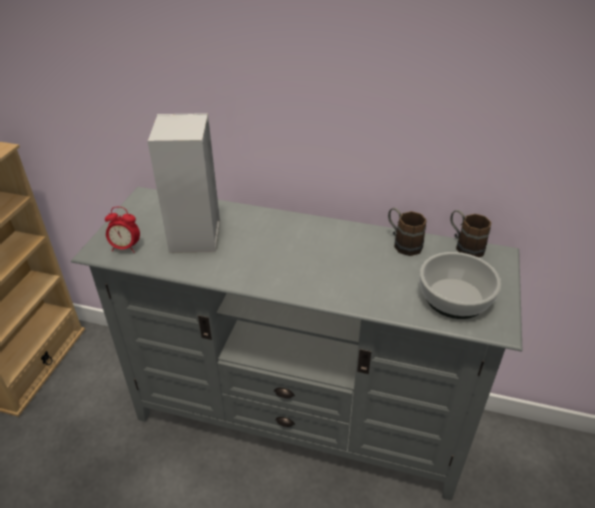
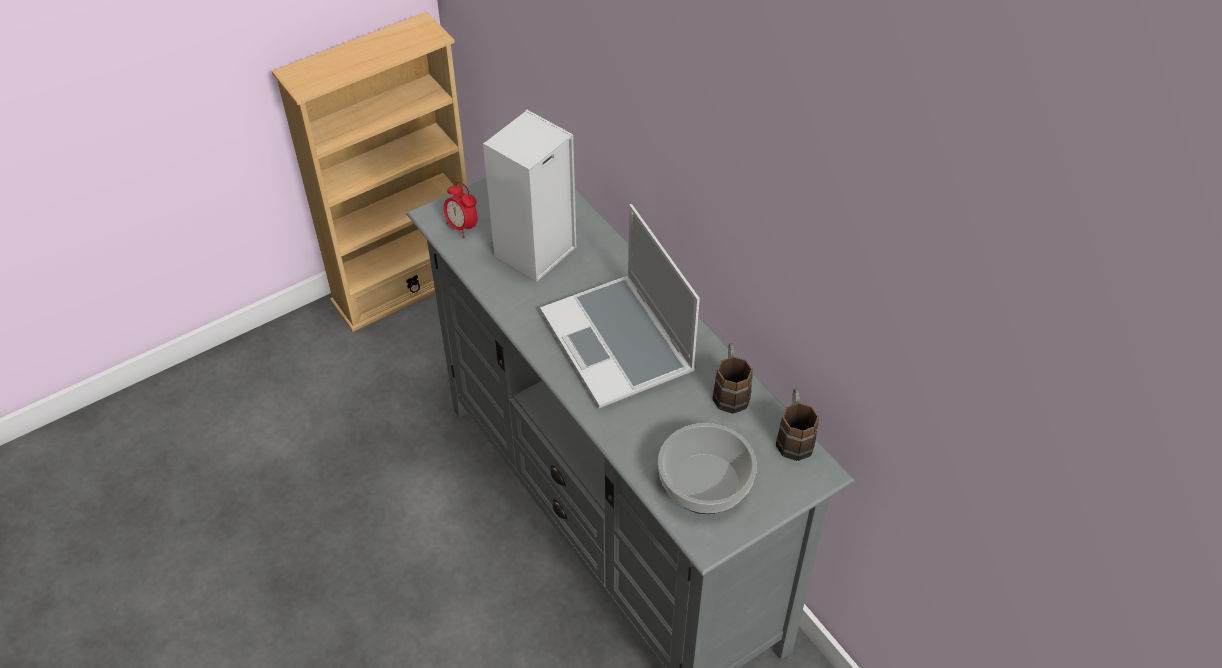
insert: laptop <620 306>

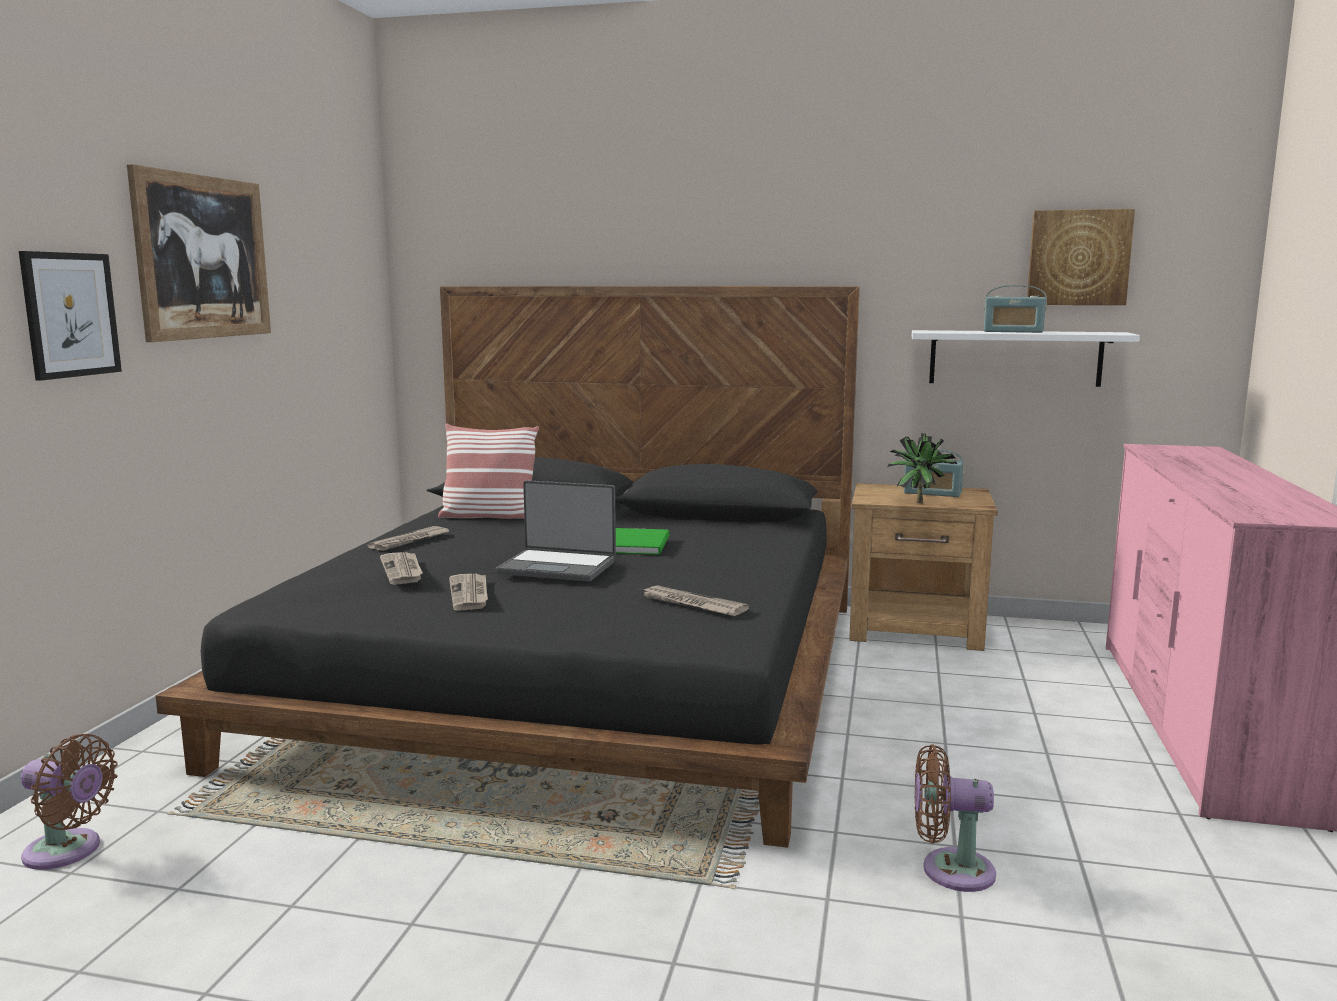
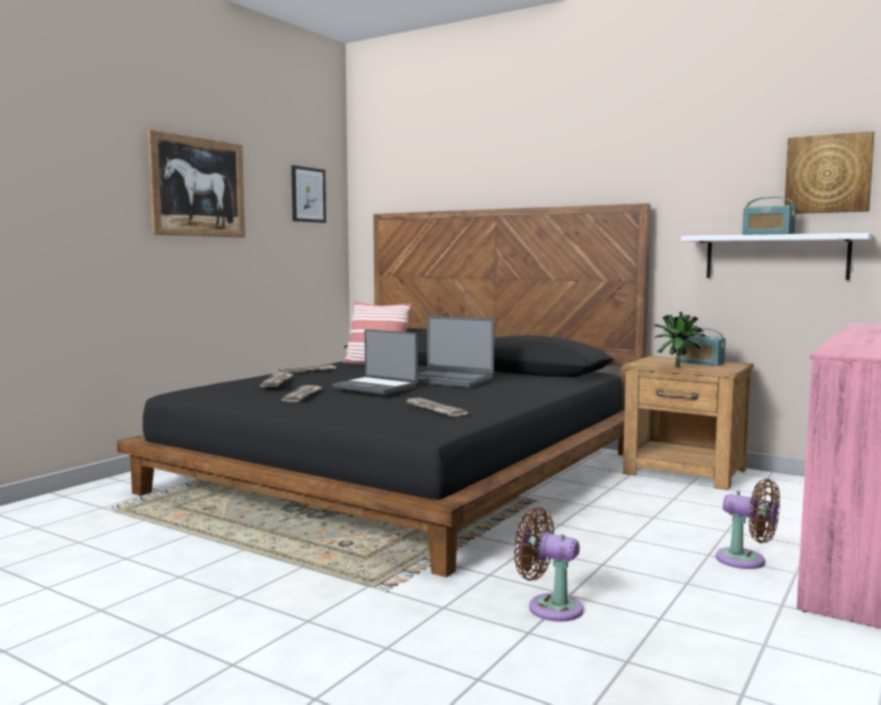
move: picture <70 316> to <308 194>; fan (brown) <69 802> to <748 523>
replace: book (green) <643 541> to laptop <455 352>

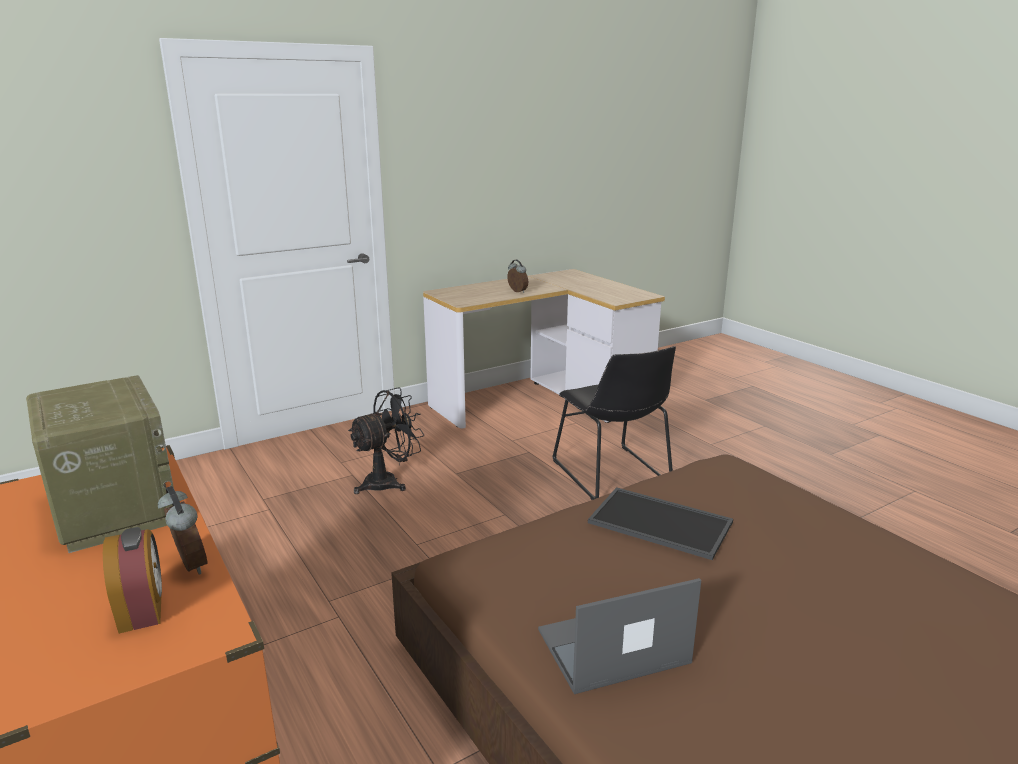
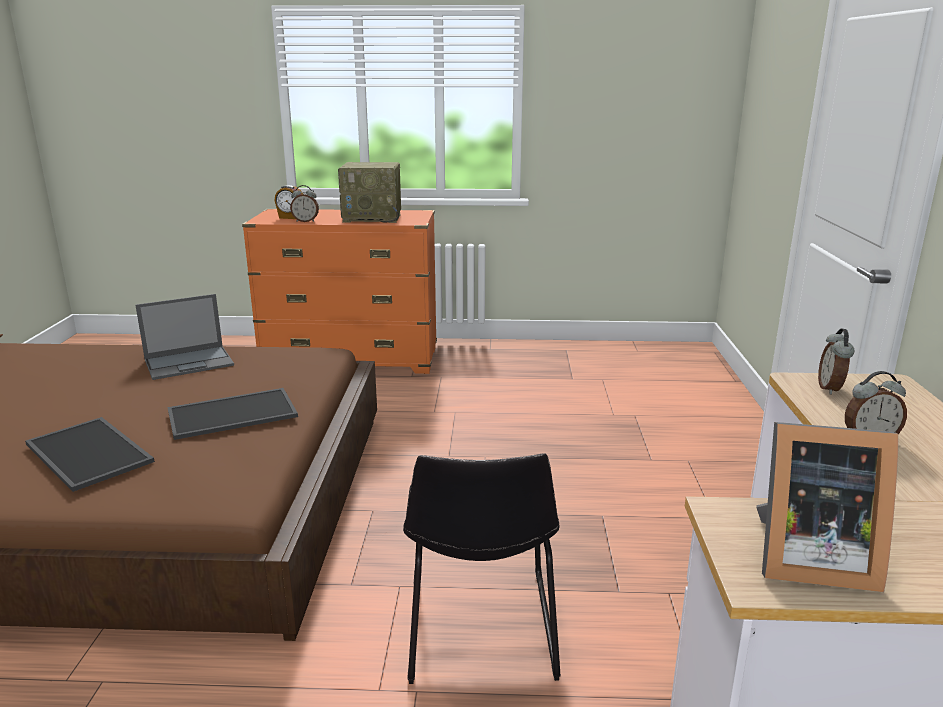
delete: fan (black) <386 440>
insert: tray <90 454>; picture frame <827 507>; alarm clock <836 361>
rotate: laptop <619 636> = <185 337> 45 degrees clockwise; chair (black) <614 423> = <482 569> 105 degrees counterclockwise

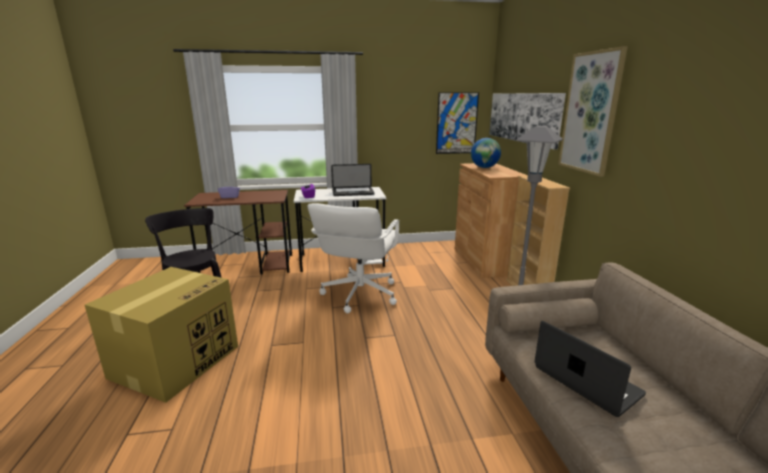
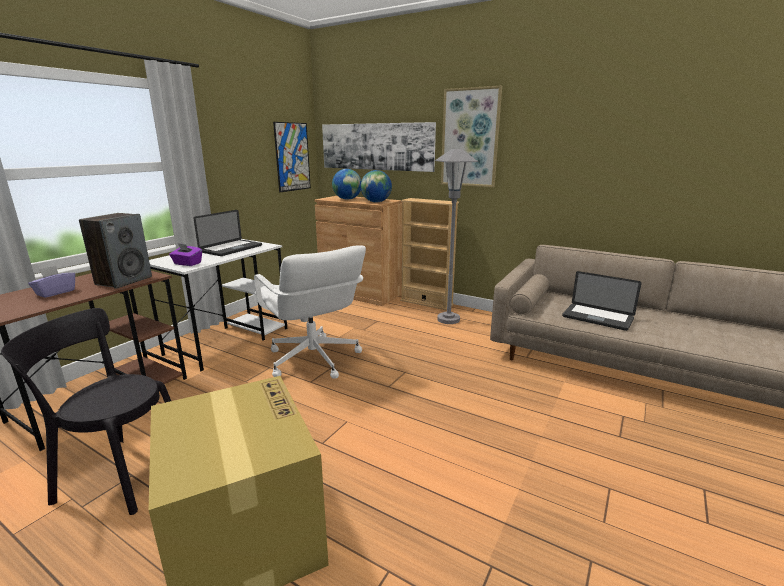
insert: speaker <115 251>; globe <376 186>
rotate: laptop <590 369> = <602 301> 150 degrees counterclockwise

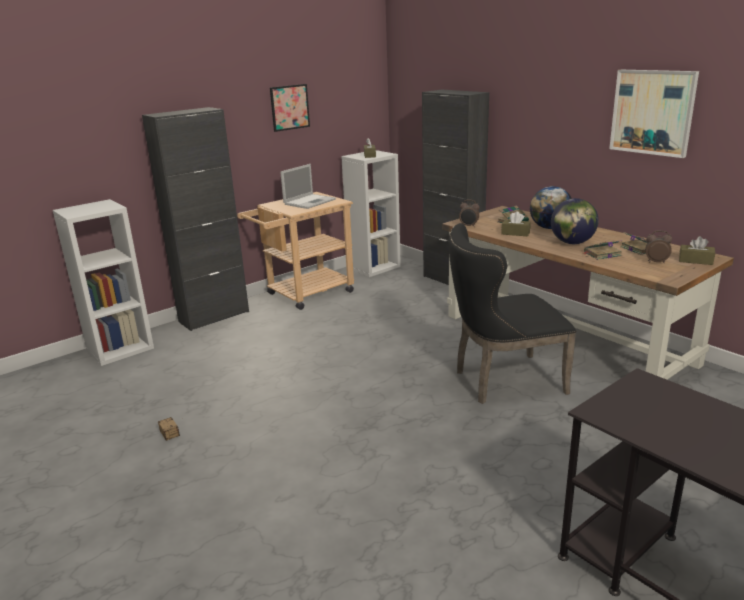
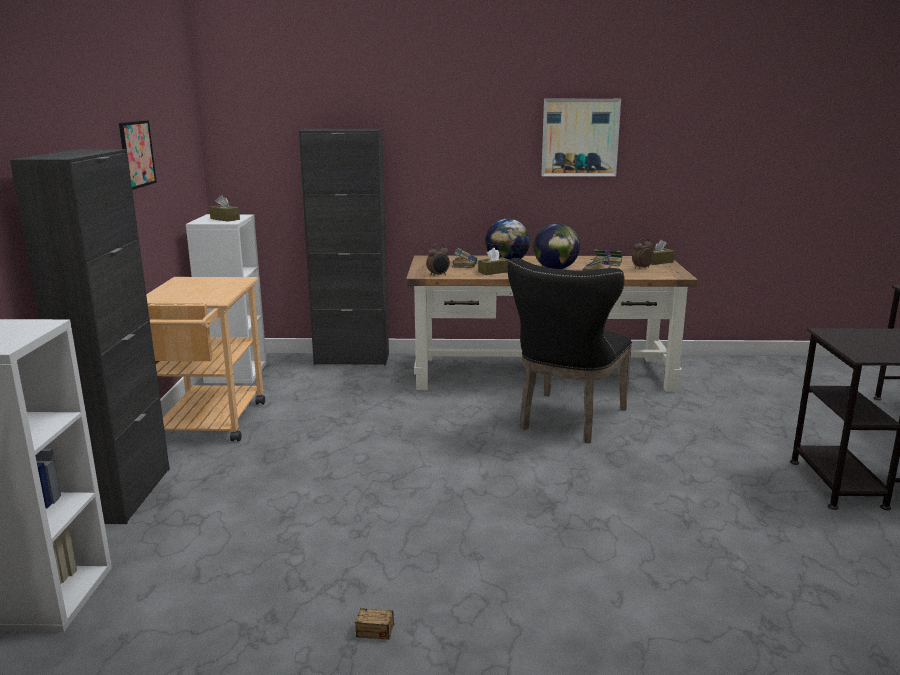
delete: laptop <308 186>

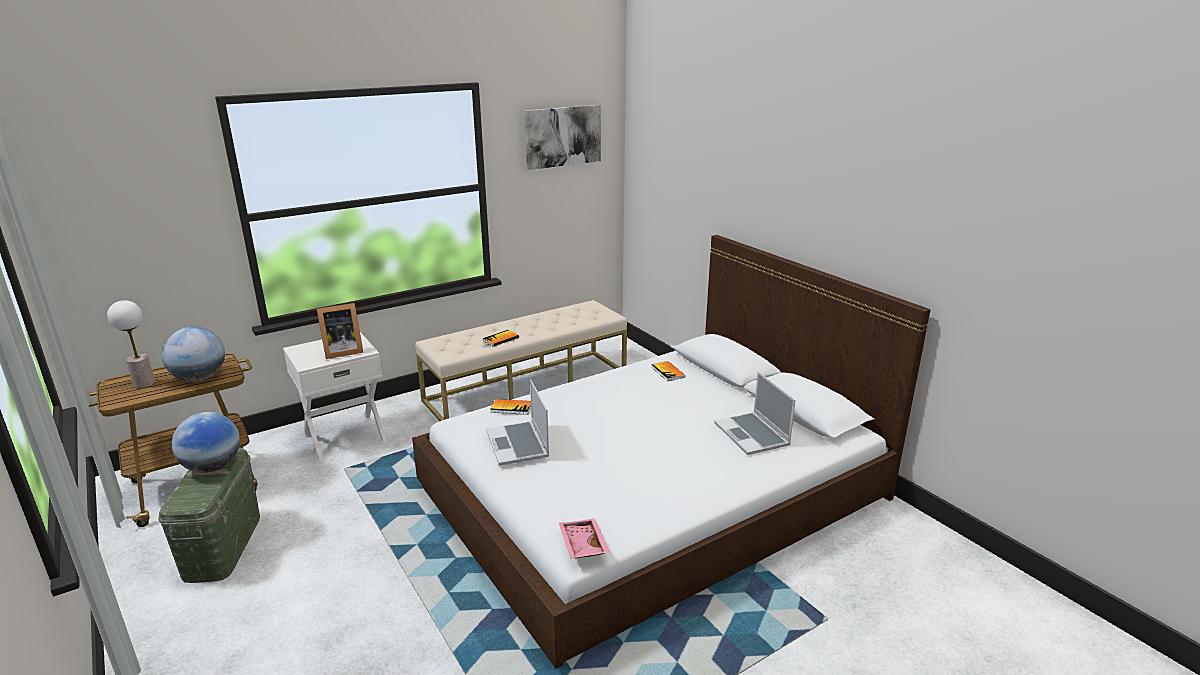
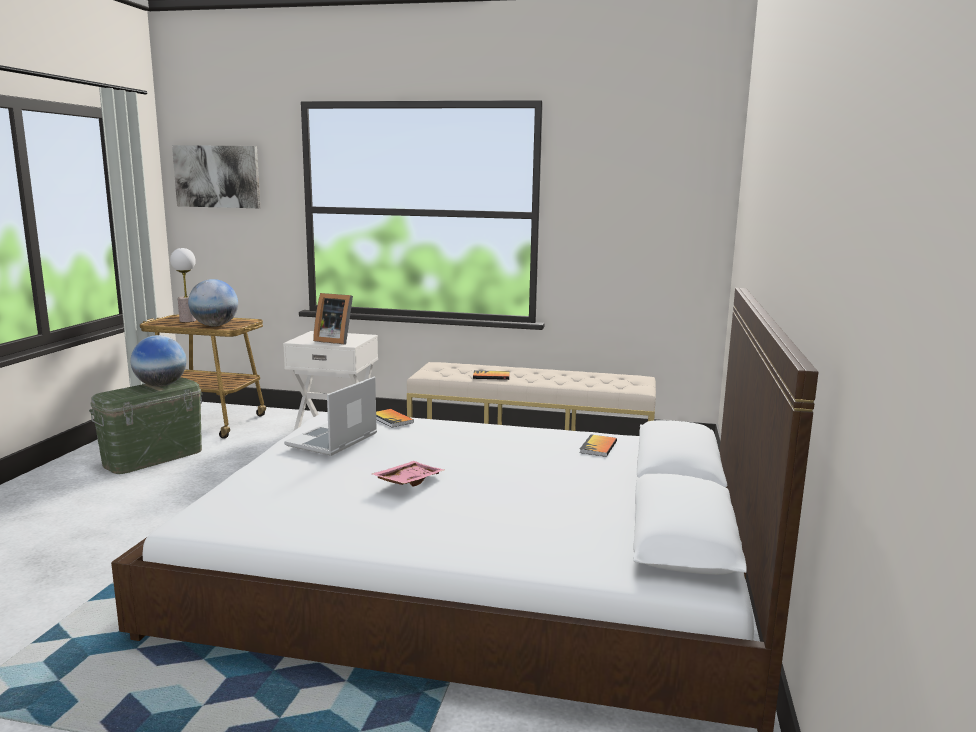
delete: laptop <755 413>
move: picture <562 137> to <216 176>; tray (pink) <584 538> to <408 474>

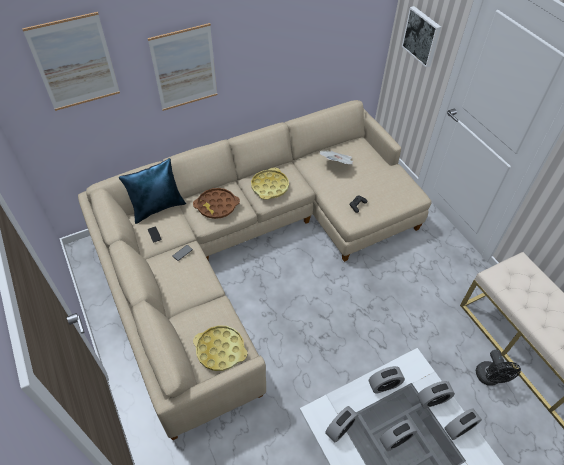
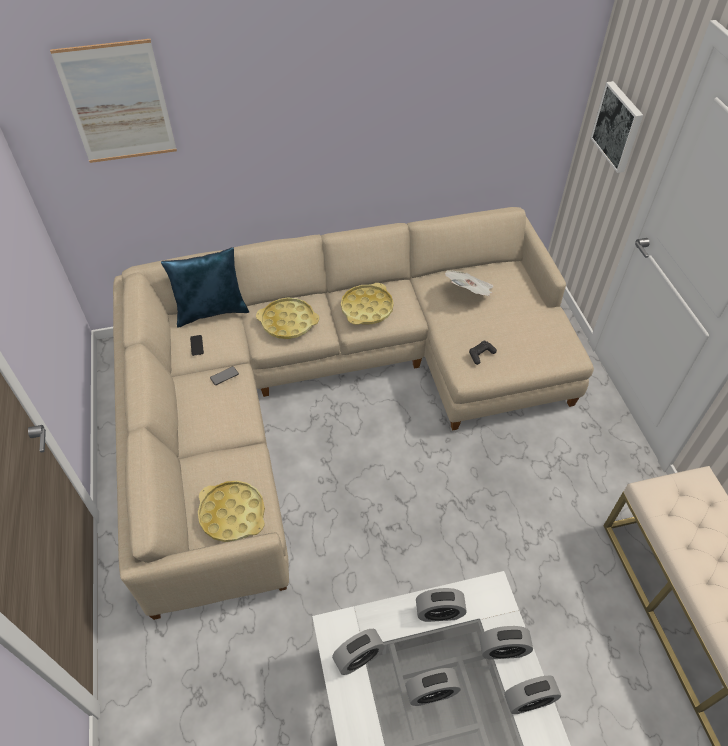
delete: picture <182 67>; fan (black) <498 368>
recolor: tray (brown) <216 203> to tray (yellow) <287 318>

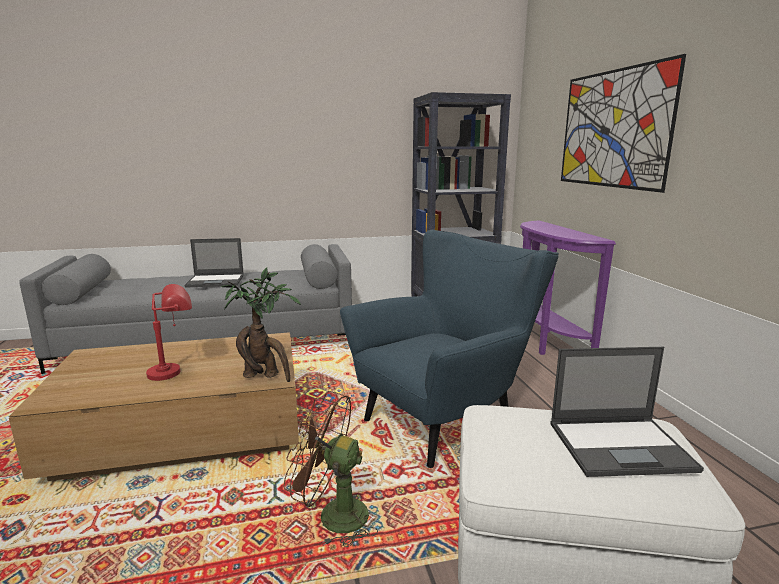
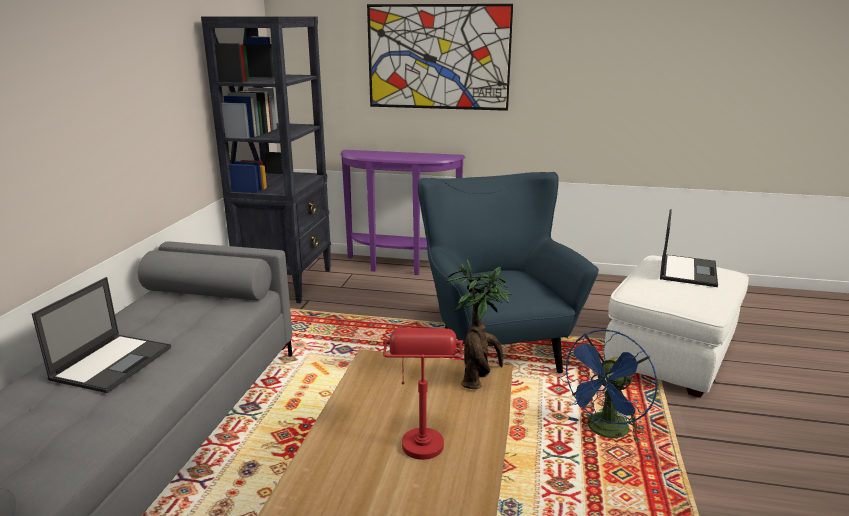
recolor: fan (brown) <331 469> to fan (blue) <608 386>

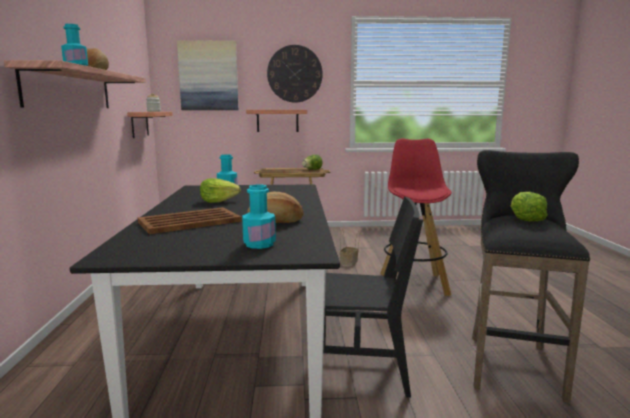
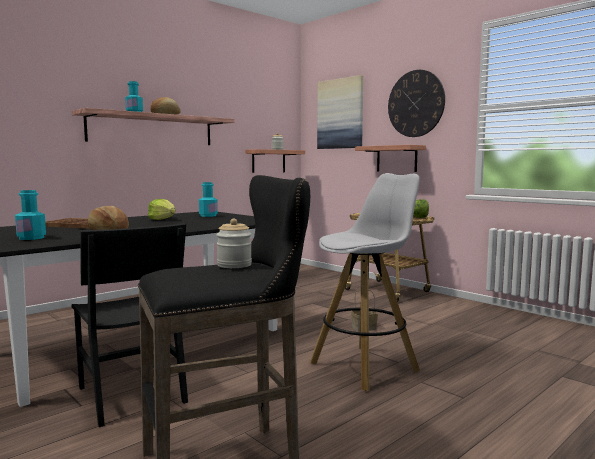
replace: lettuce <529 206> to jar <234 243>
recolor: stool (red) <416 217> to stool (white) <365 282>

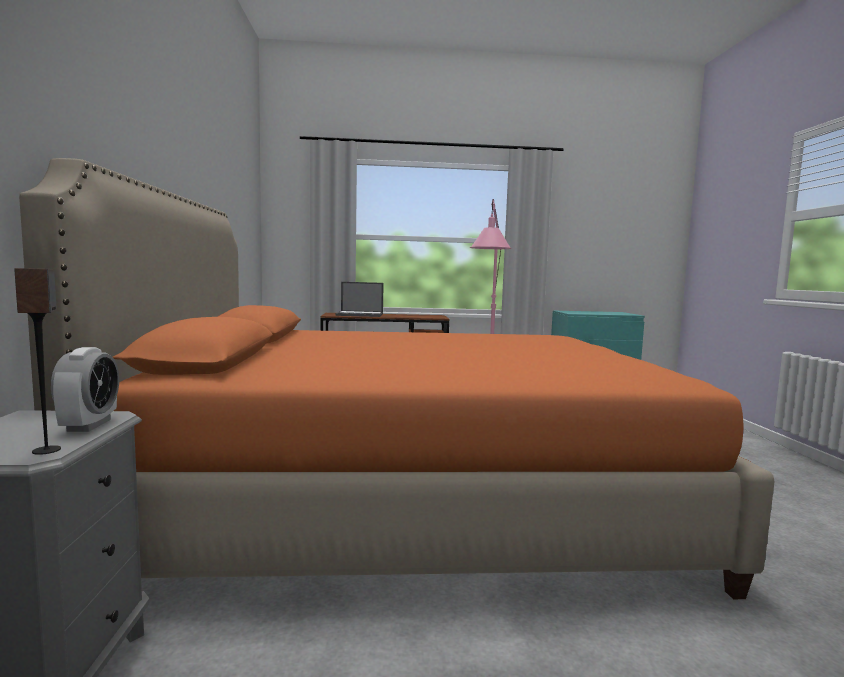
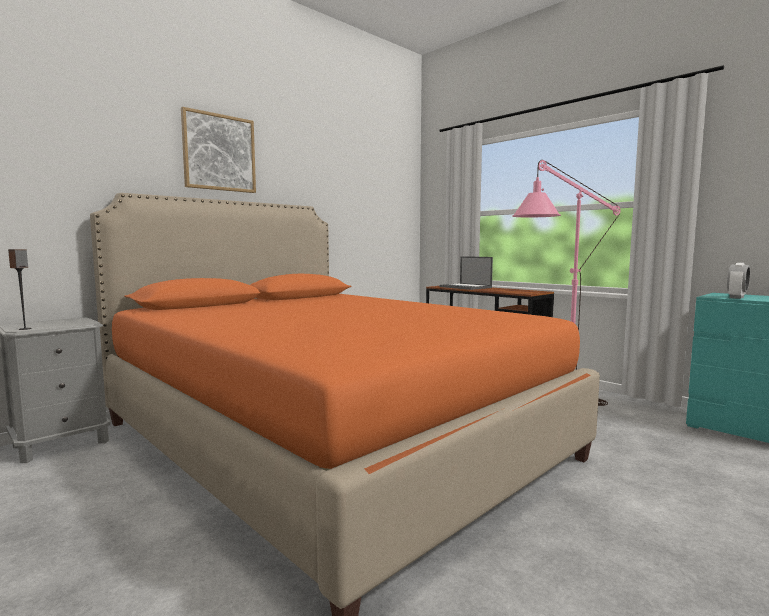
insert: picture <218 150>
move: alarm clock <85 389> to <738 281>

